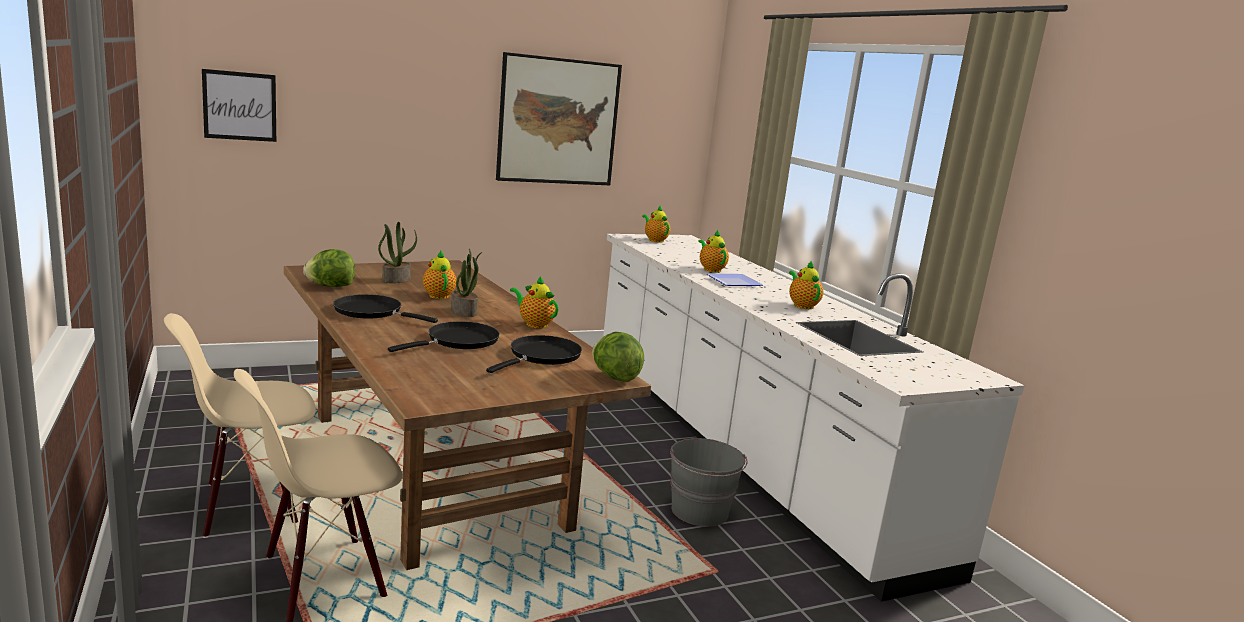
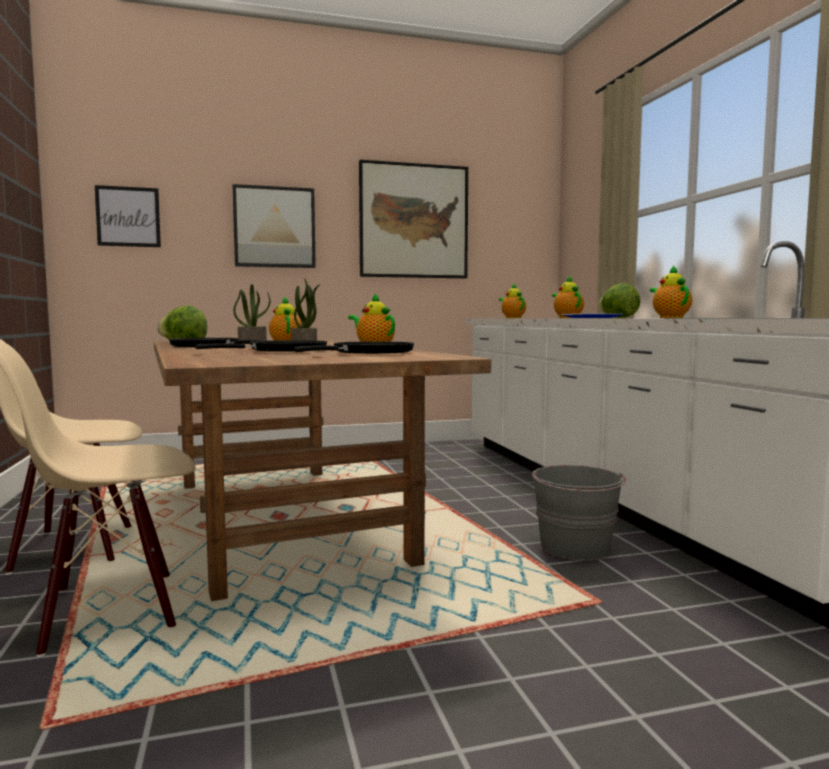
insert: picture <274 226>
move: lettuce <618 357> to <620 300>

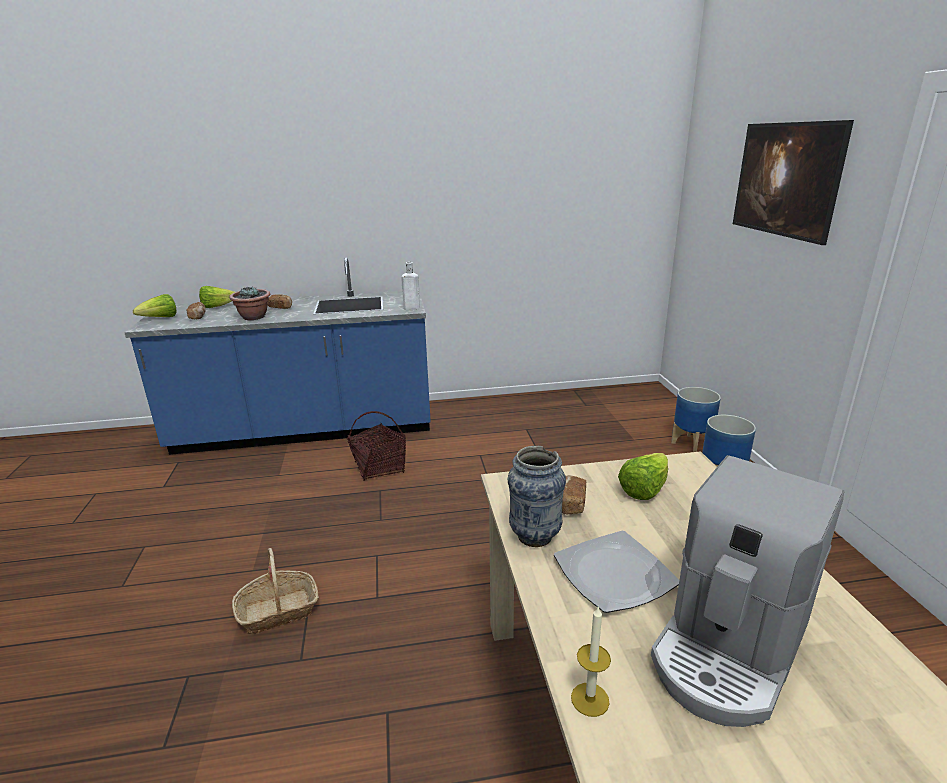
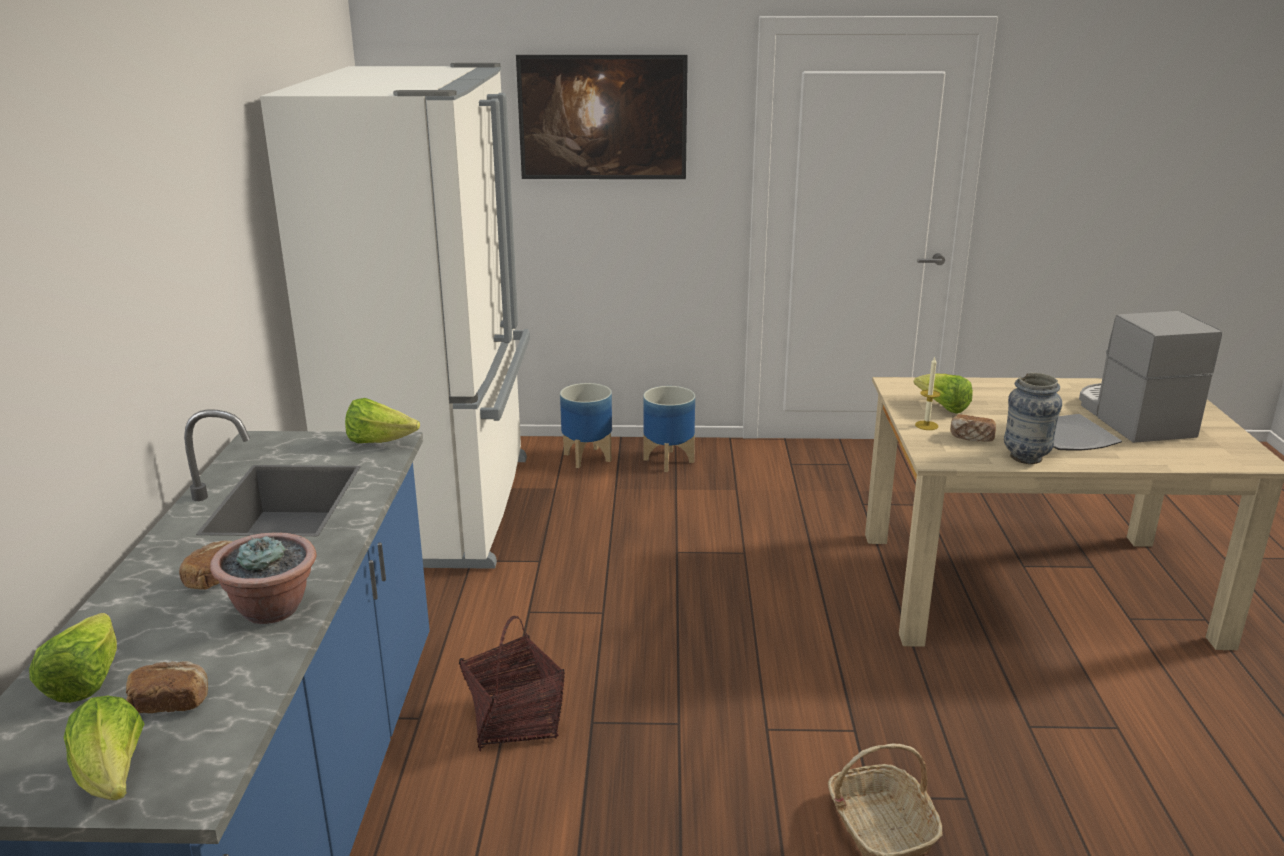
insert: fridge (white) <395 316>
move: candle <591 661> to <927 393>
replace: bottle (white) <410 286> to lettuce <382 420>
rotate: coffee machine <748 591> = <1150 377> 150 degrees counterclockwise

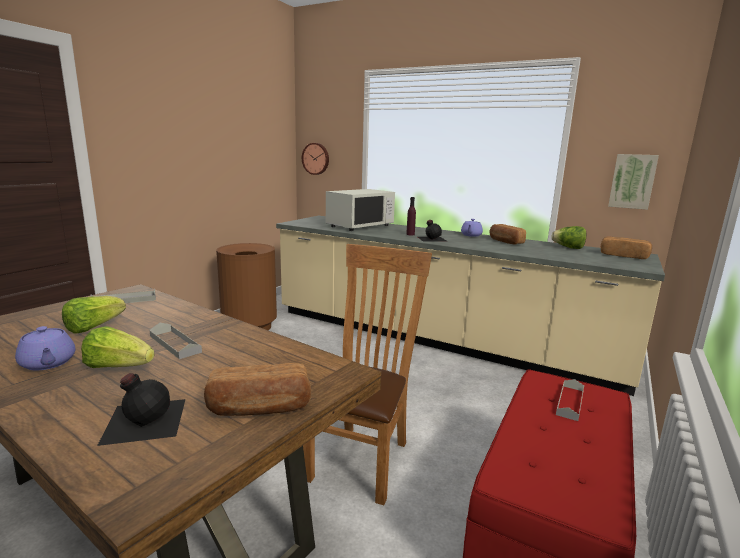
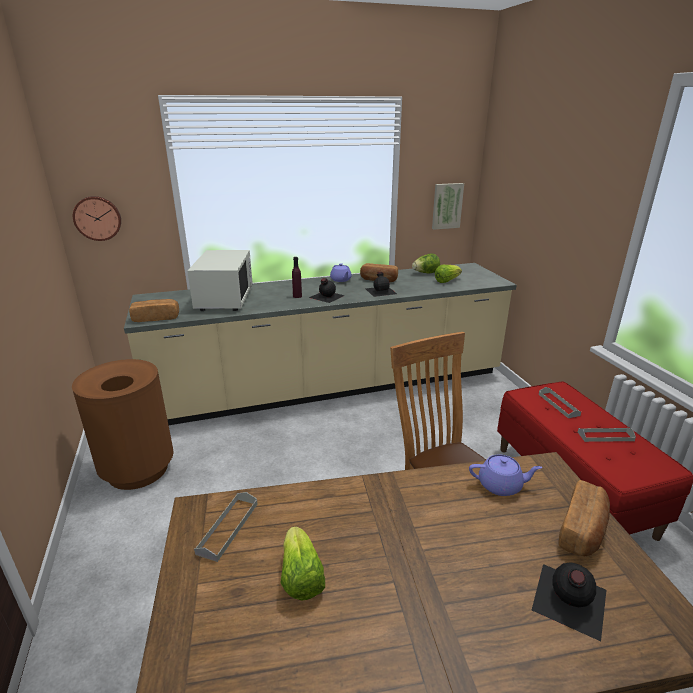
insert: bottle (black) <381 284>
move: teapot (purple) <45 348> to <505 475>; lettuce <117 347> to <448 274>; tray (grey) <176 341> to <607 434>; bread <626 248> to <154 310>

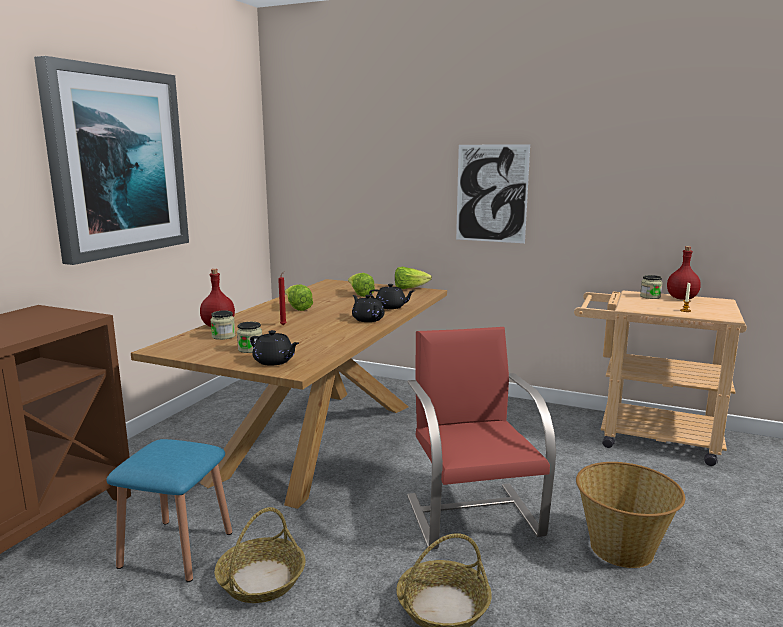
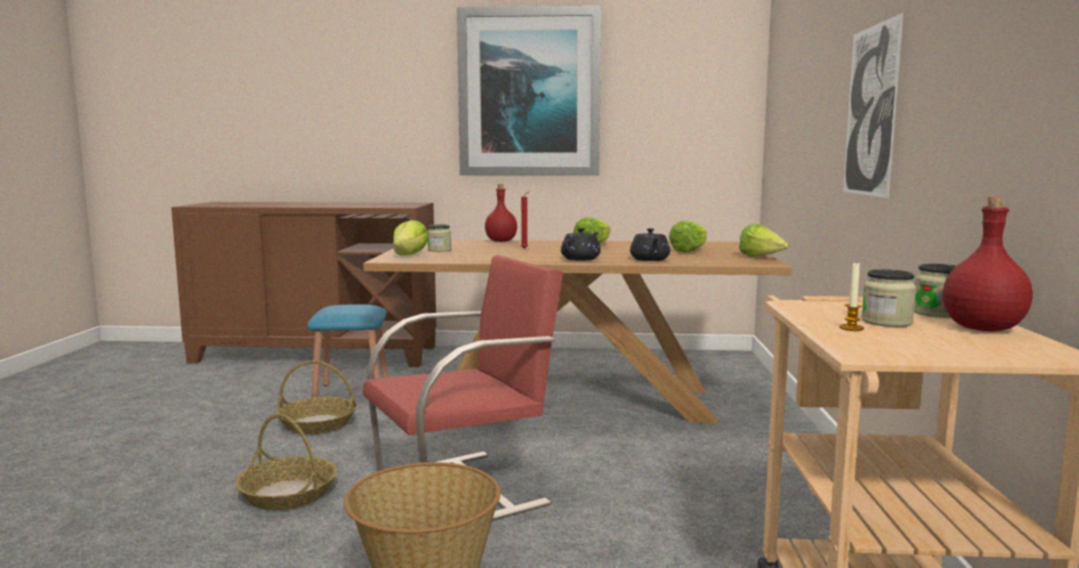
move: jar <223 325> to <888 298>
replace: teapot (black) <274 348> to lettuce <411 238>

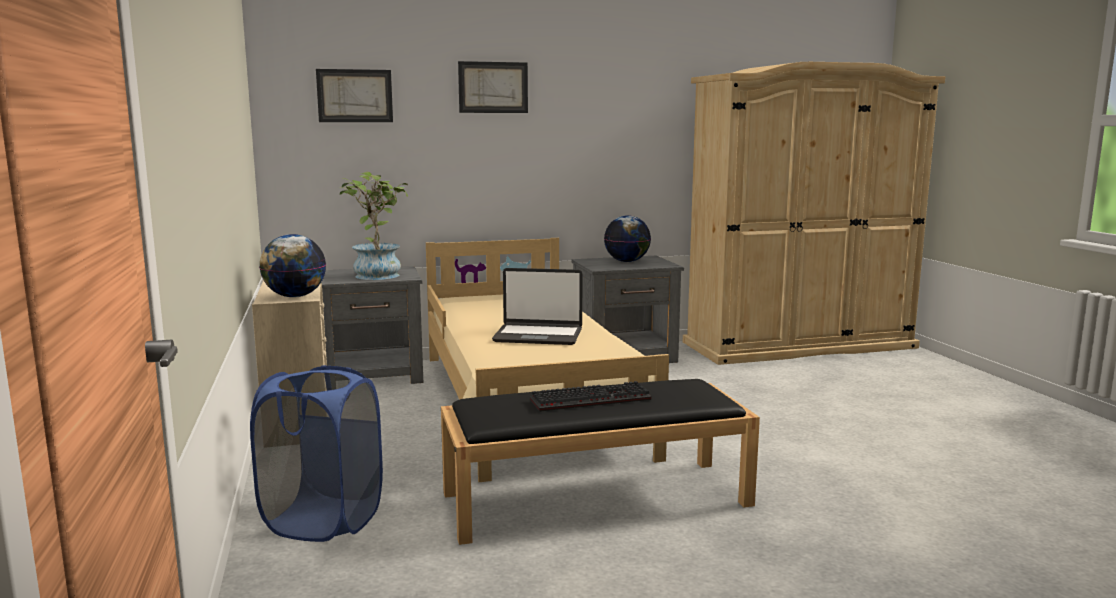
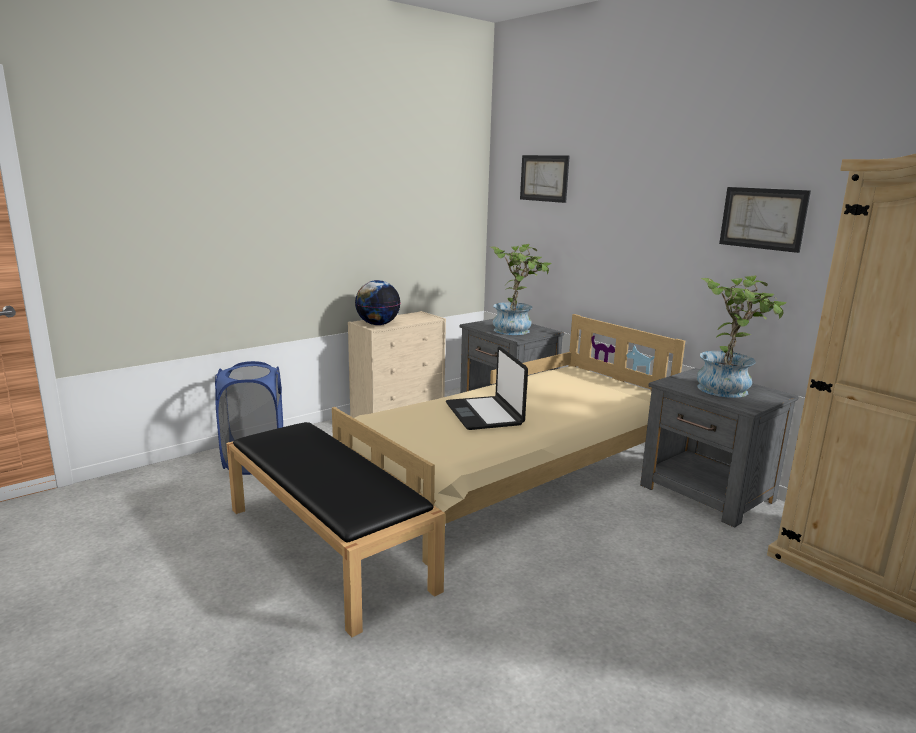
delete: keyboard <590 396>
move: picture <493 87> to <765 220>
replace: globe <627 239> to potted plant <742 336>

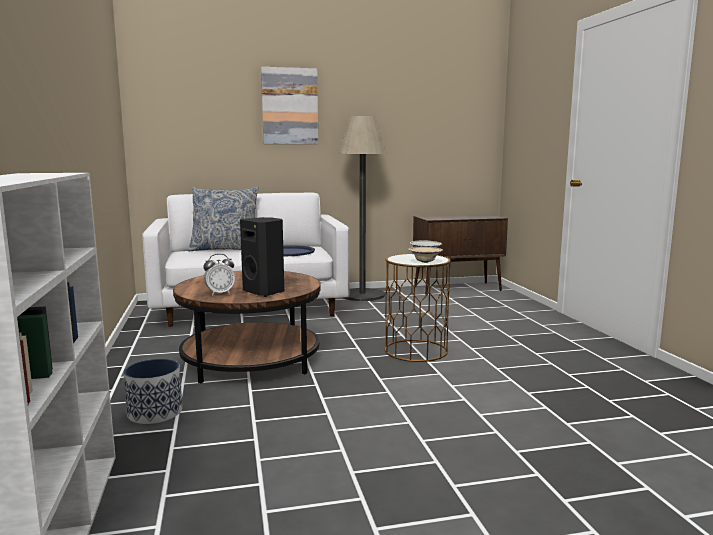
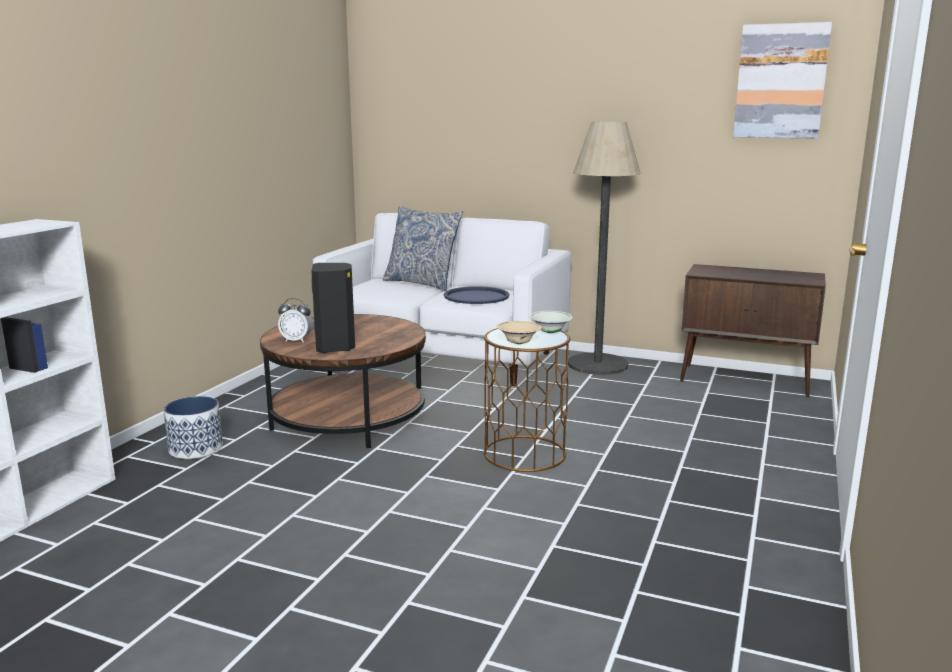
move: picture <289 105> to <782 80>

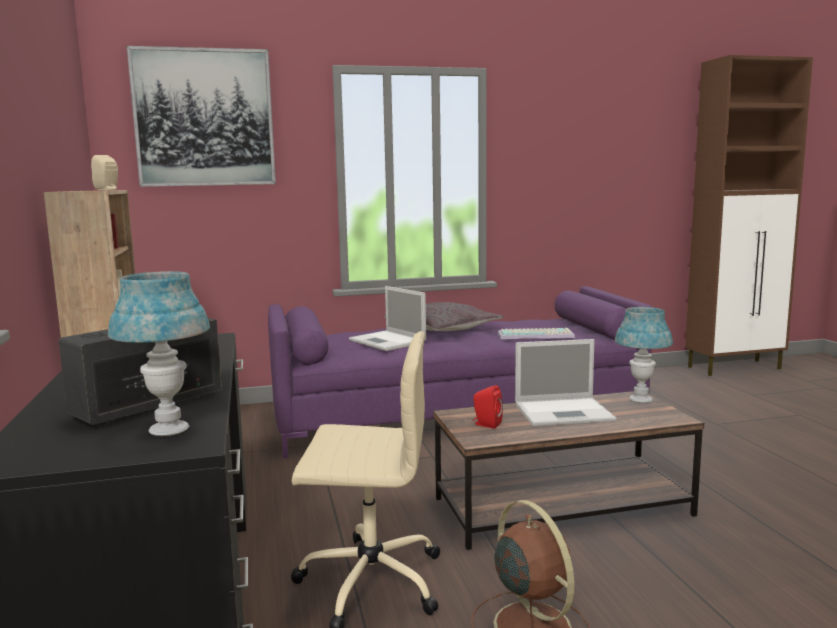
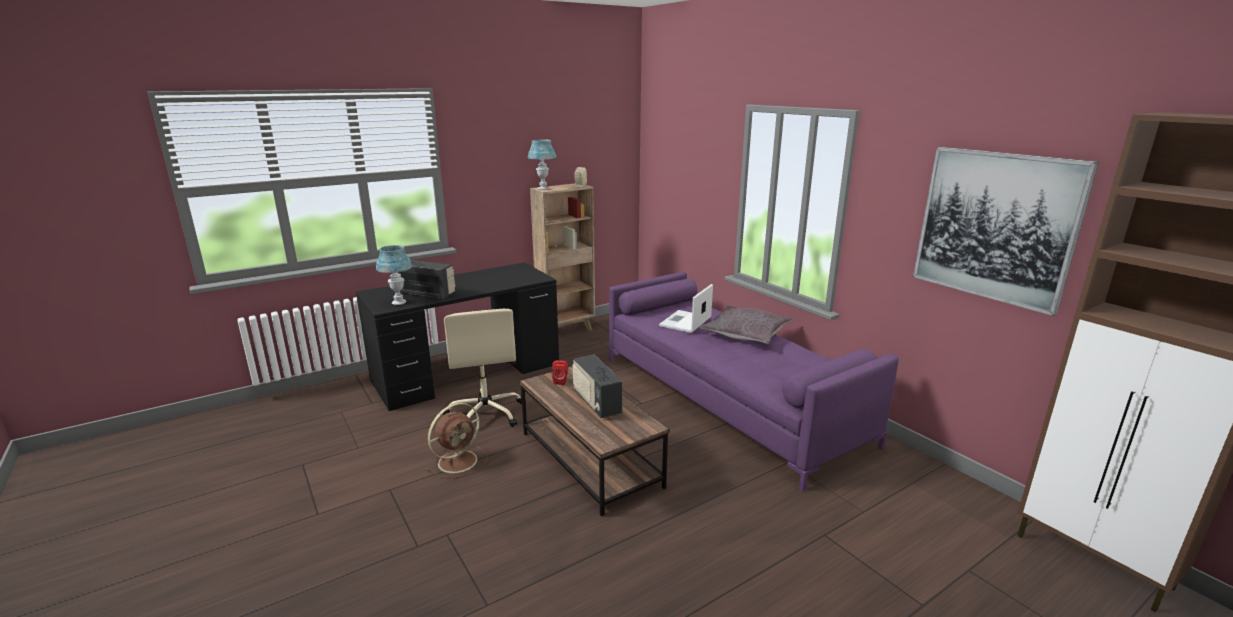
delete: keyboard <536 333>
move: picture <201 116> to <1006 231>; table lamp (blue) <644 355> to <542 164>
replace: laptop <566 382> to radio <598 386>

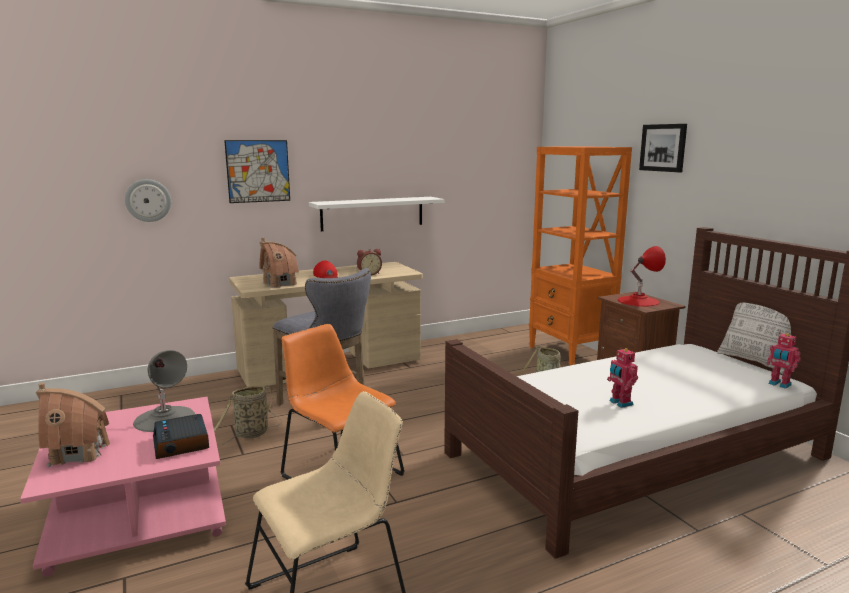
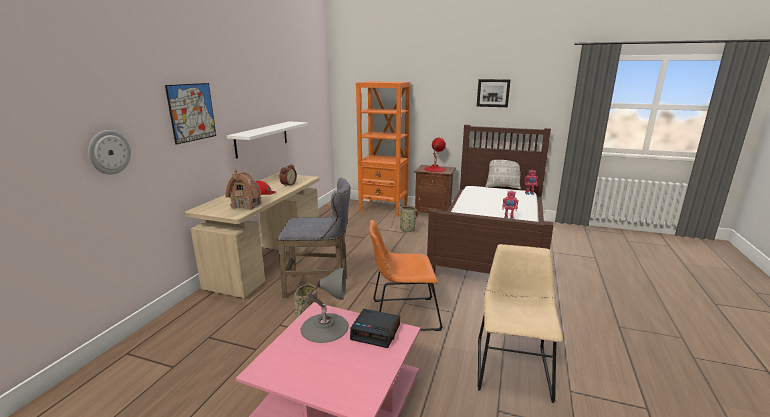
delete: toy house <73 425>
move: picture <663 148> to <494 93>

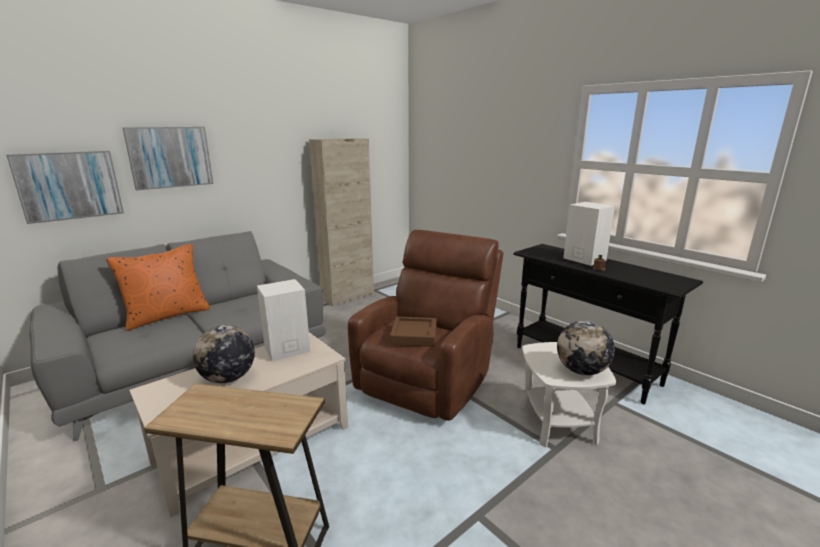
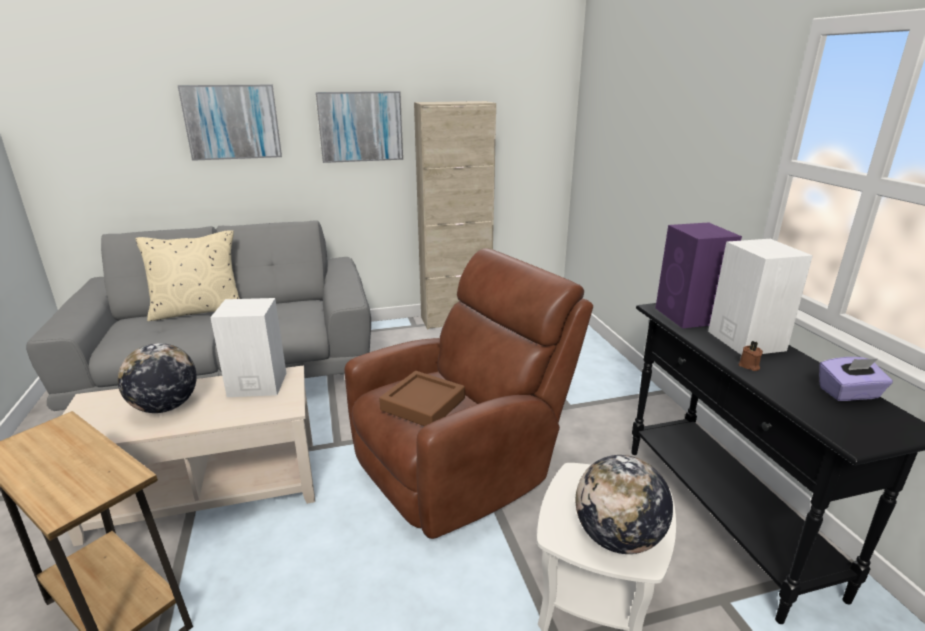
insert: speaker (purple) <698 275>; tissue box (purple) <856 379>
move: picture <65 187> to <359 127>
recolor: pillow (orange) <158 287> to pillow (beige) <188 275>

